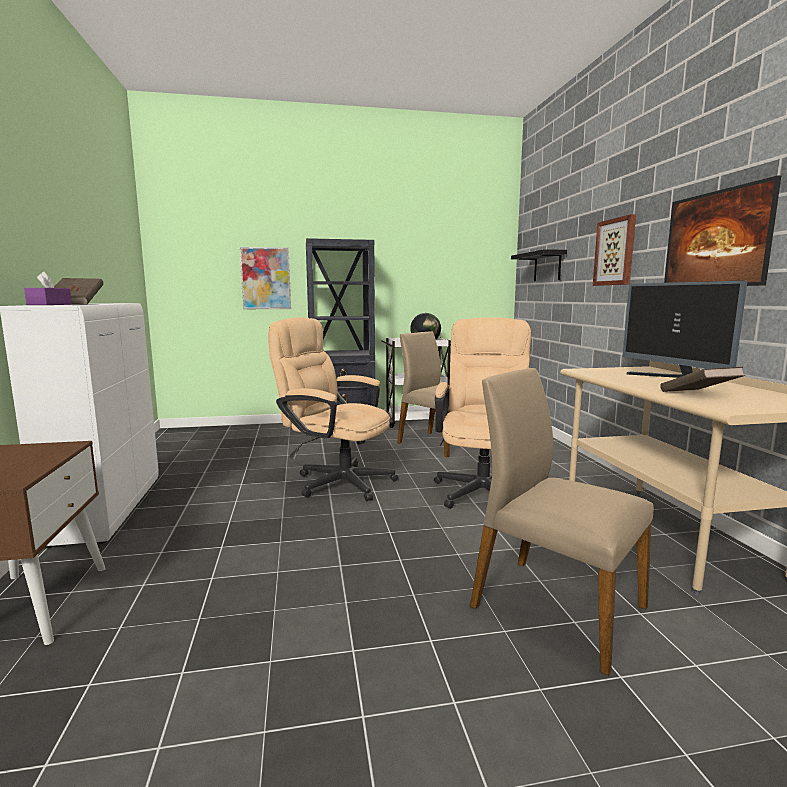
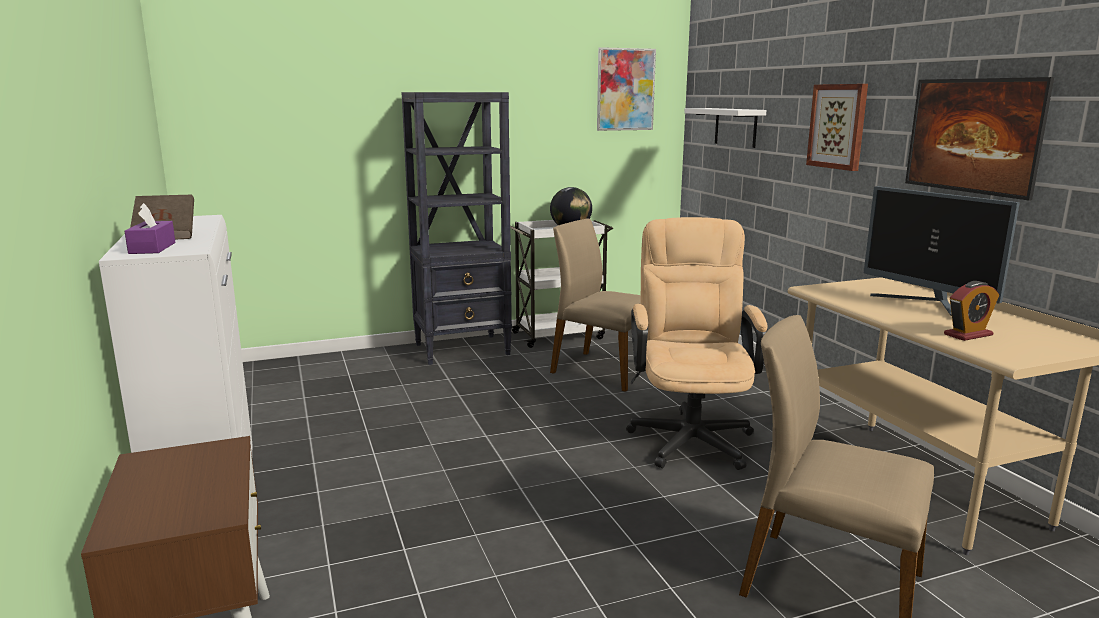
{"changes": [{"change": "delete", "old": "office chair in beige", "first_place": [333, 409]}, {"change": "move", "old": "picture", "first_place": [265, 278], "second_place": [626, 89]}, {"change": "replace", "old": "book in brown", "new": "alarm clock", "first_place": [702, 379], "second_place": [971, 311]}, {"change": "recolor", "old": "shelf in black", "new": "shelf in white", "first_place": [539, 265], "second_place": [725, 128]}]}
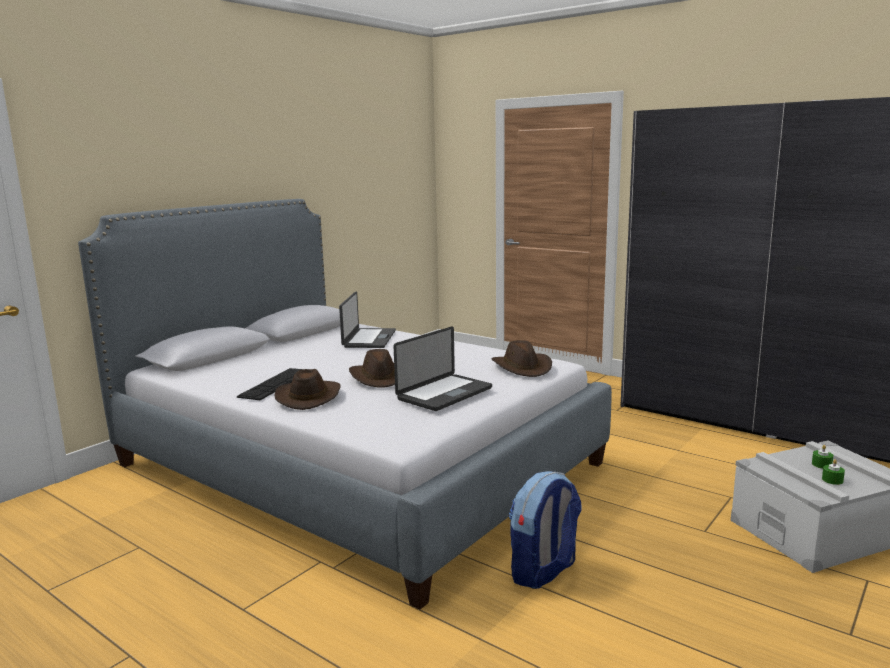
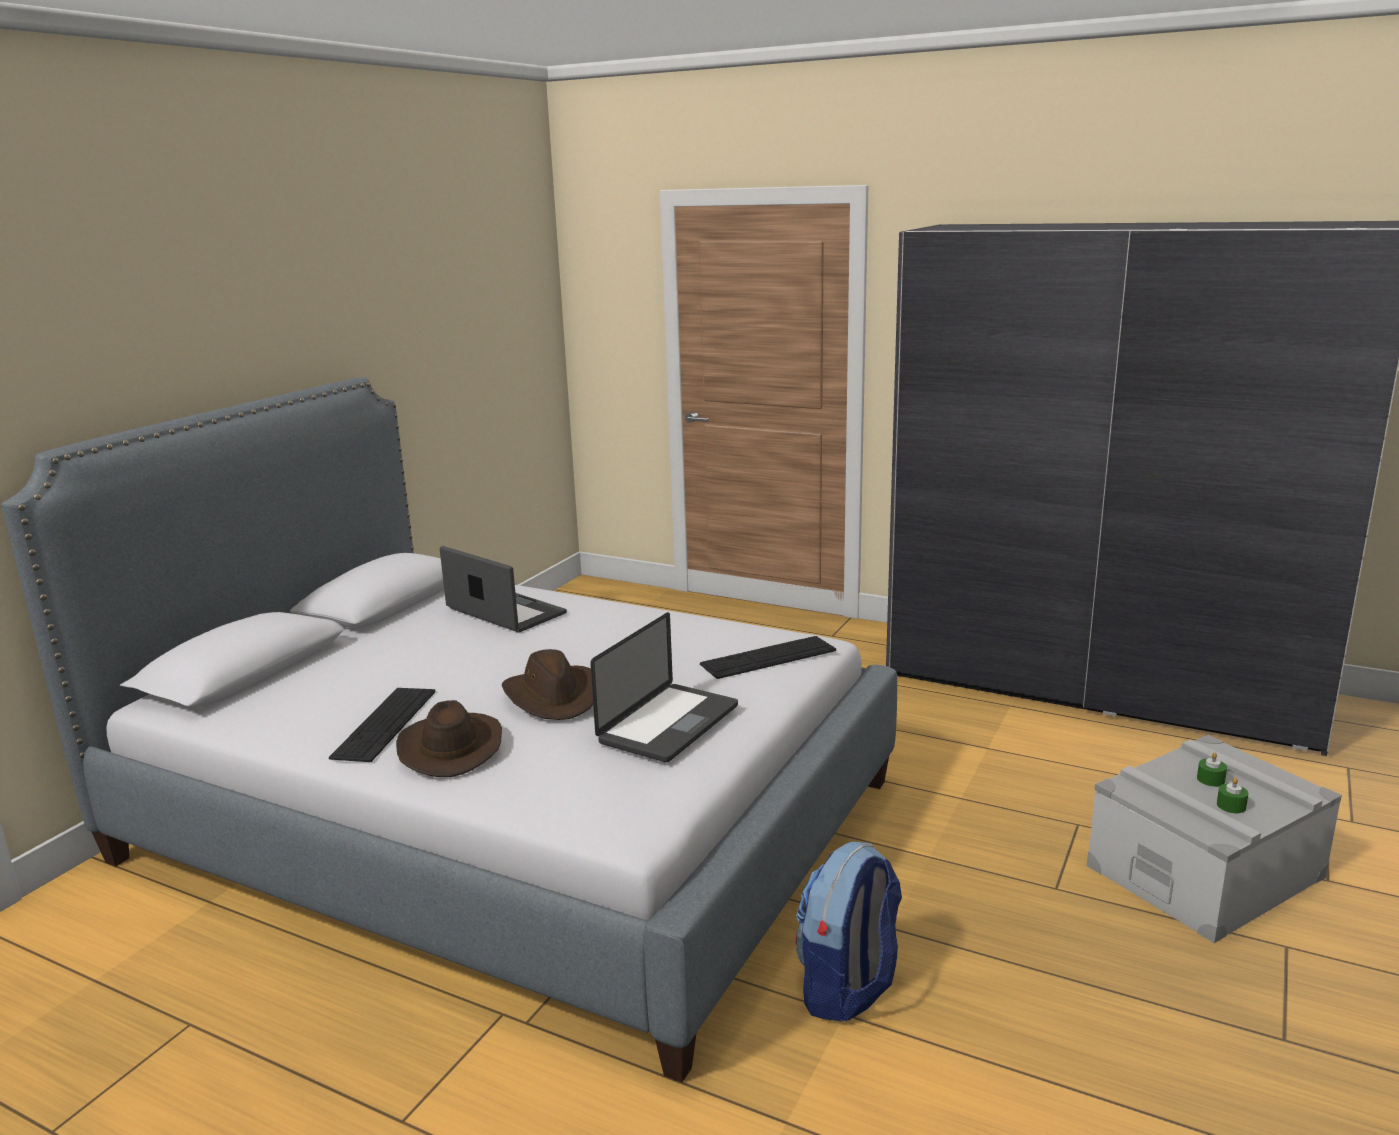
{"changes": [{"change": "replace", "old": "hat in brown", "new": "keyboard", "first_place": [522, 358], "second_place": [768, 657]}, {"change": "rotate", "old": "laptop", "first_place": [367, 320], "second_place": [503, 589], "degrees": -45}]}
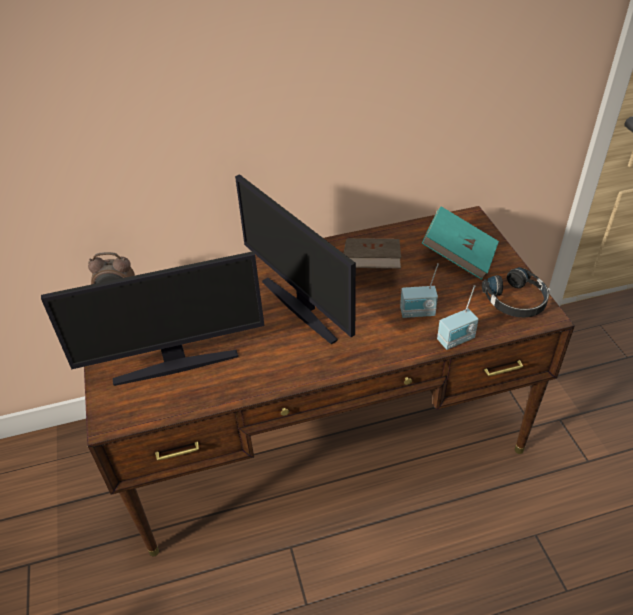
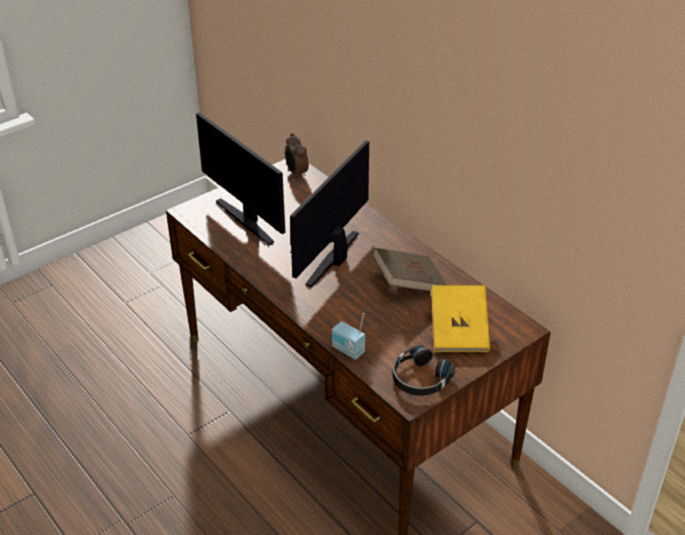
{"changes": [{"change": "delete", "old": "radio", "first_place": [419, 290]}, {"change": "recolor", "old": "book in turquoise", "new": "book in yellow", "first_place": [460, 243], "second_place": [460, 318]}]}
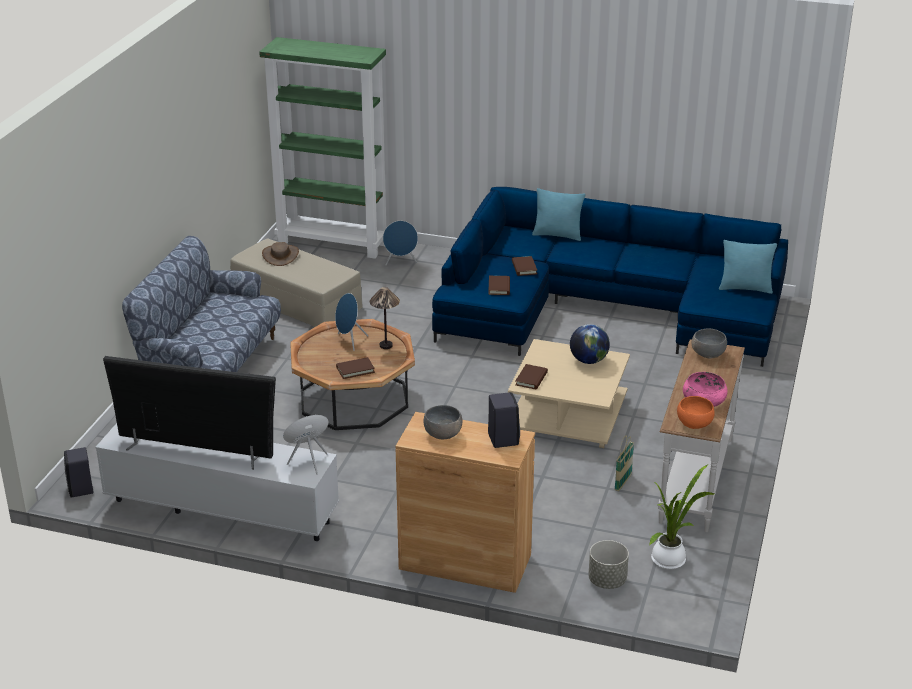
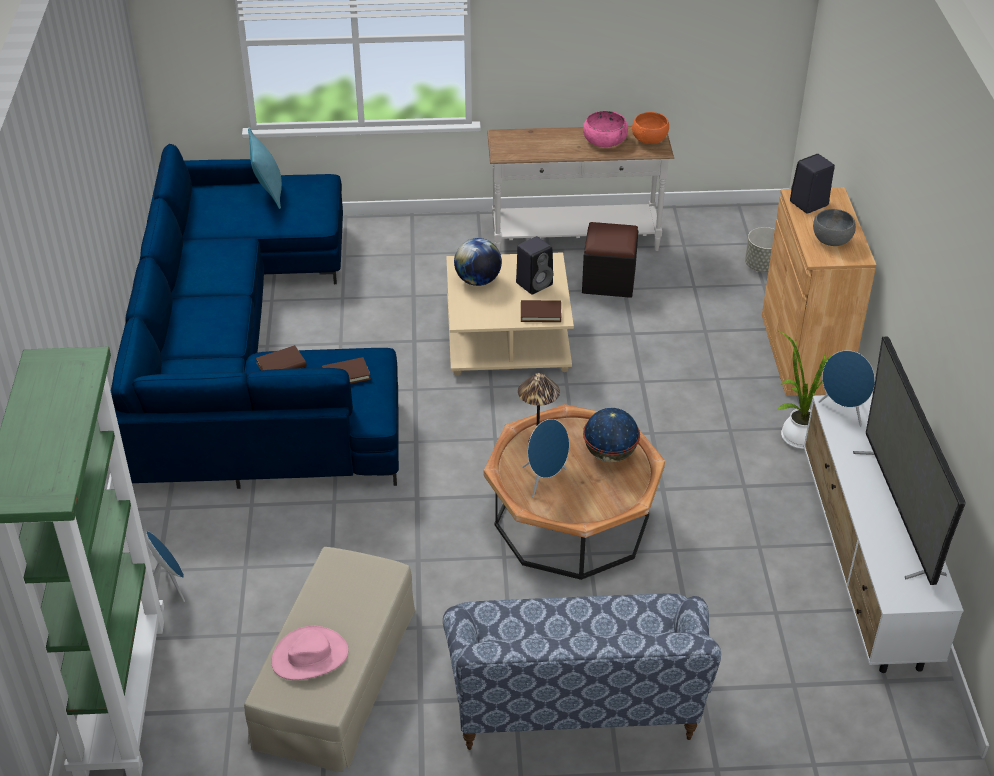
{"changes": [{"change": "delete", "old": "pillow in turquoise", "first_place": [559, 214]}, {"change": "delete", "old": "bowl in grey", "first_place": [709, 343]}, {"change": "move", "old": "speaker in black", "first_place": [78, 472], "second_place": [534, 265]}, {"change": "move", "old": "potted plant", "first_place": [681, 517], "second_place": [804, 390]}, {"change": "replace", "old": "book in brown", "new": "globe", "first_place": [355, 368], "second_place": [611, 435]}, {"change": "replace", "old": "basket", "new": "ottoman in black", "first_place": [624, 463], "second_place": [610, 260]}, {"change": "recolor", "old": "hat in brown", "new": "hat in pink", "first_place": [280, 254], "second_place": [309, 653]}]}
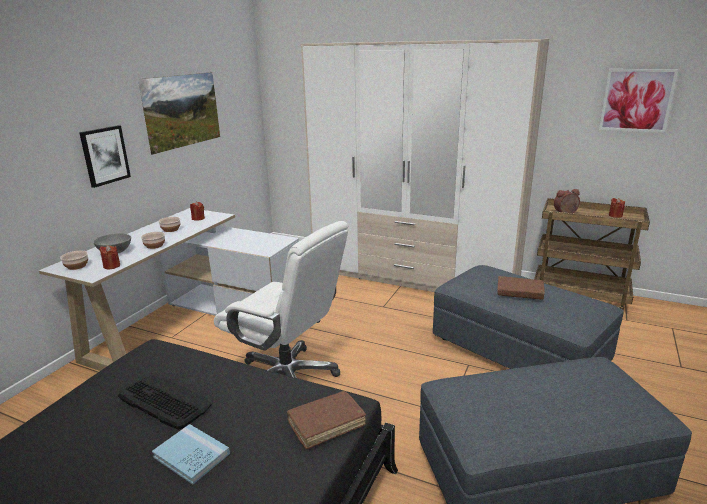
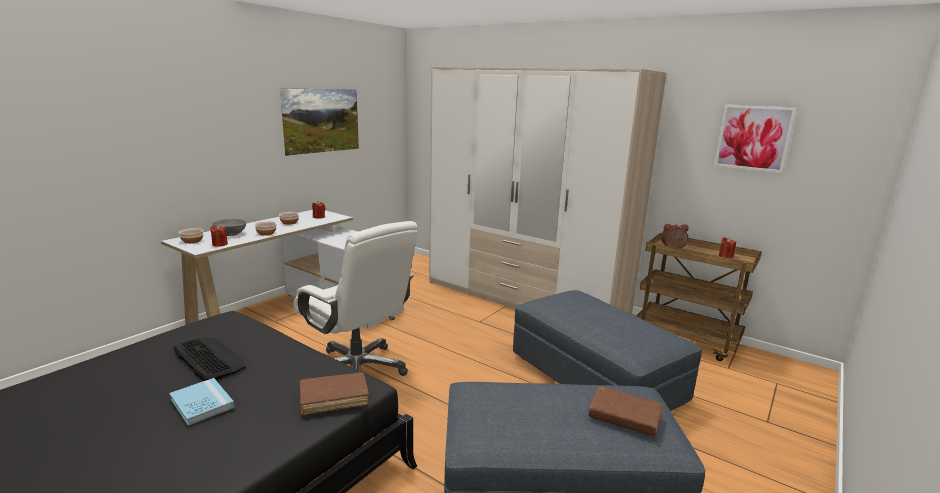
{"changes": [{"change": "delete", "old": "picture", "first_place": [105, 156]}, {"change": "move", "old": "book in brown", "first_place": [521, 288], "second_place": [626, 411]}]}
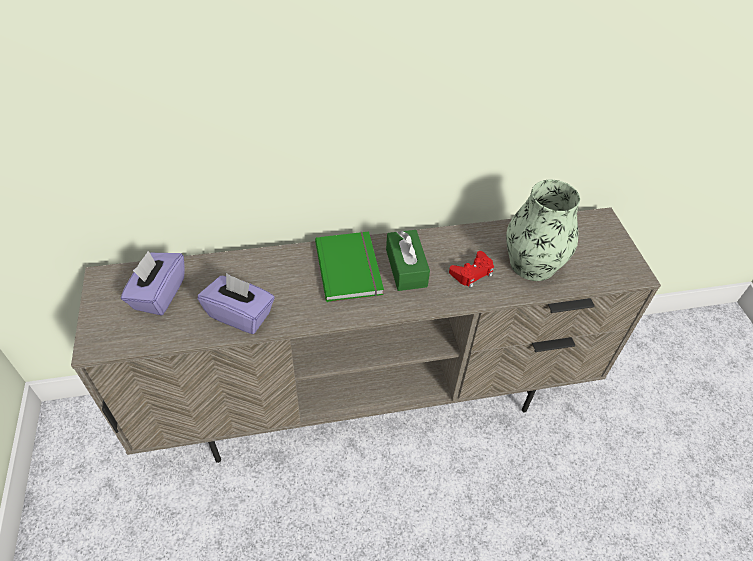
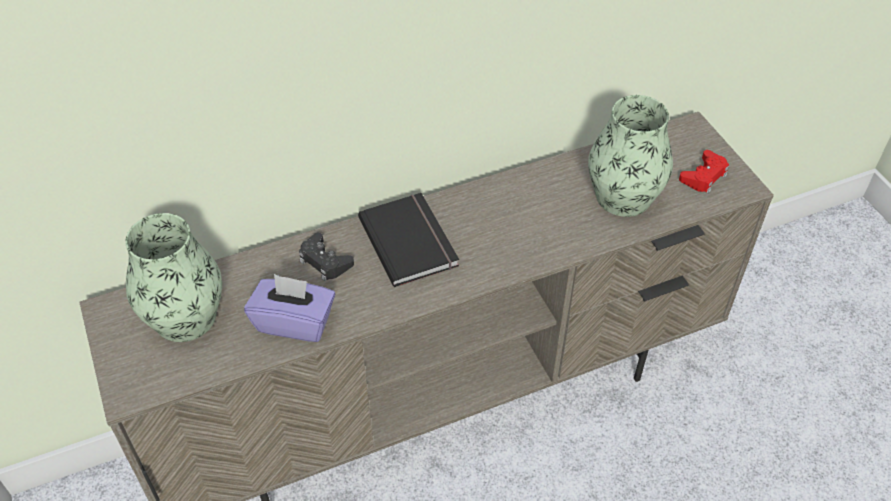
{"changes": [{"change": "delete", "old": "tissue box in green", "first_place": [408, 260]}, {"change": "insert", "new": "game controller in black", "second_place": [326, 256]}, {"change": "move", "old": "game controller in red", "first_place": [471, 269], "second_place": [704, 171]}, {"change": "replace", "old": "tissue box in purple", "new": "vase", "first_place": [153, 283], "second_place": [173, 277]}, {"change": "recolor", "old": "book in green", "new": "book in black", "first_place": [349, 267], "second_place": [408, 240]}]}
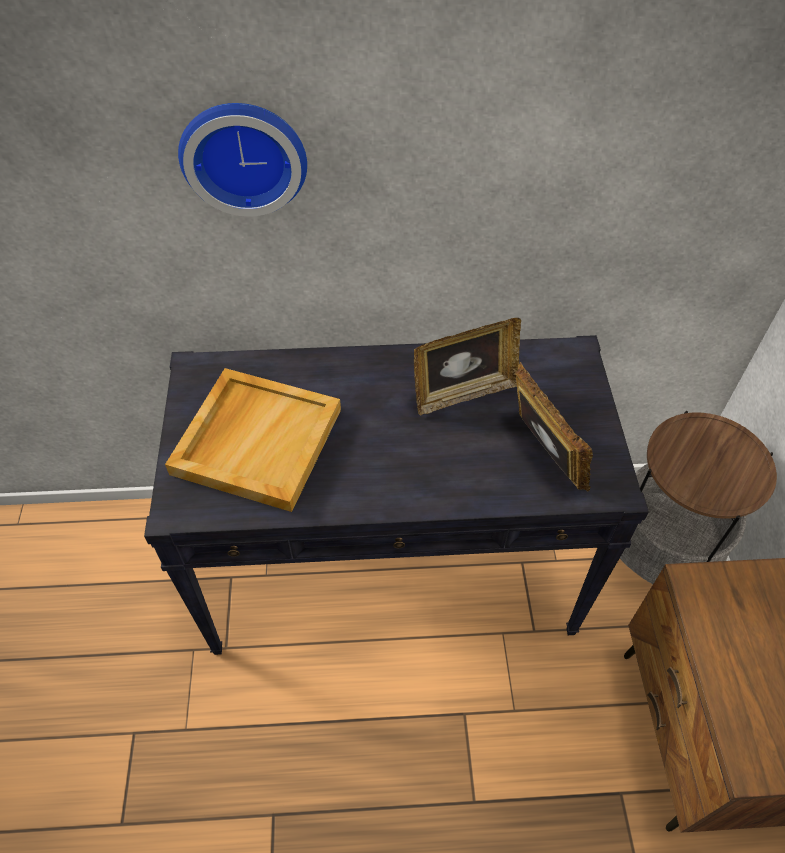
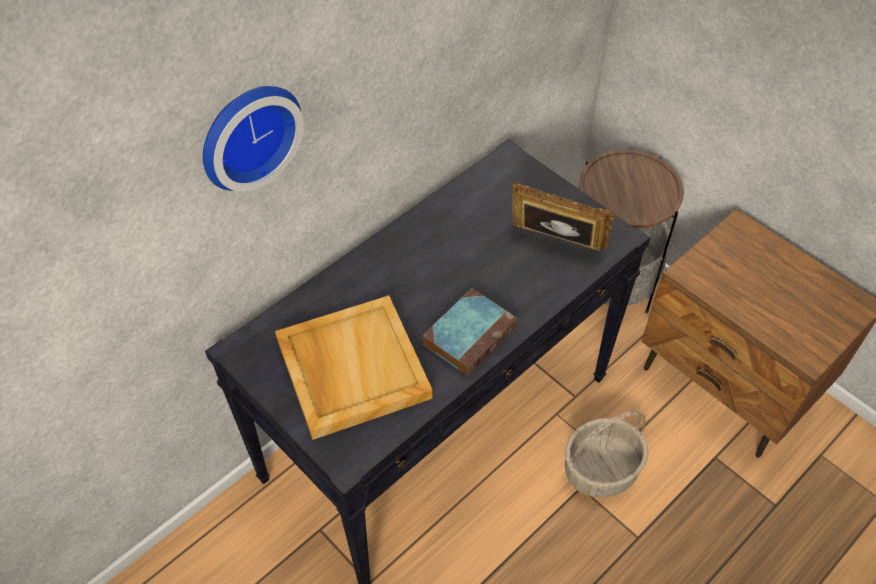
{"changes": [{"change": "delete", "old": "picture frame", "first_place": [467, 367]}, {"change": "insert", "new": "book", "second_place": [470, 332]}, {"change": "insert", "new": "basket", "second_place": [606, 454]}]}
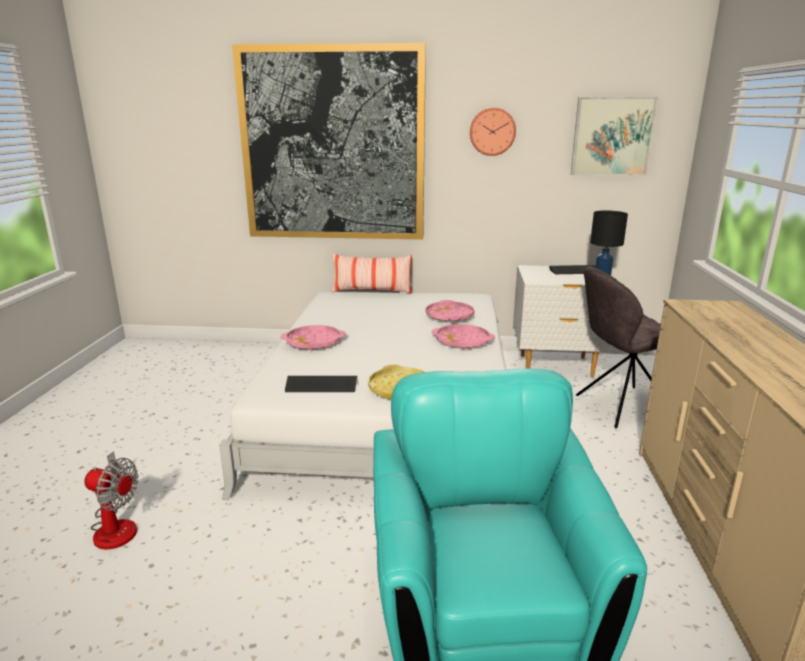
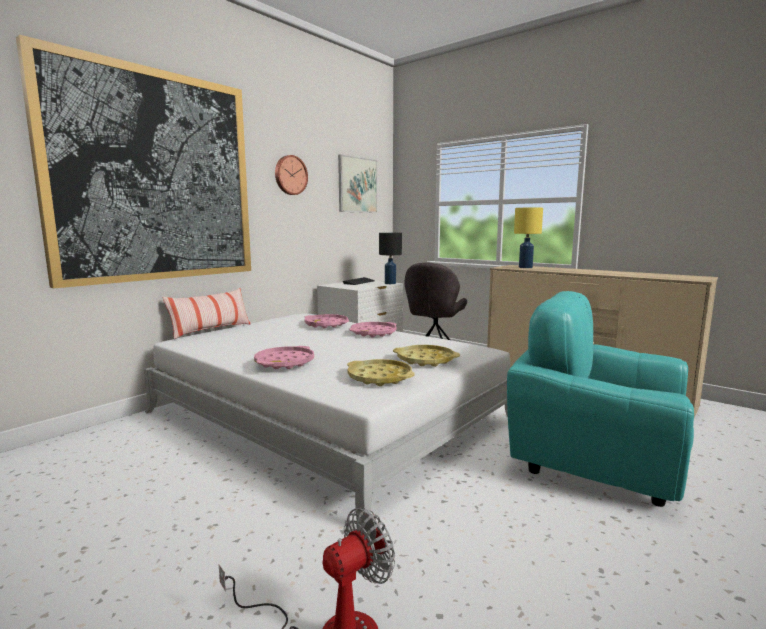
{"changes": [{"change": "insert", "new": "table lamp in yellow", "second_place": [528, 237]}, {"change": "replace", "old": "keyboard", "new": "tray in yellow", "first_place": [321, 384], "second_place": [380, 372]}]}
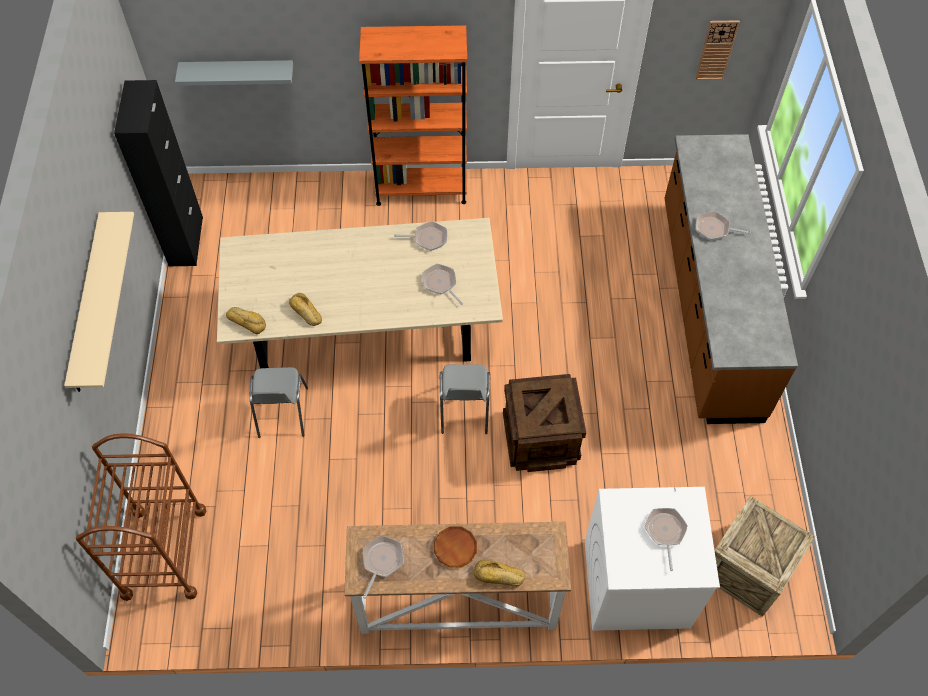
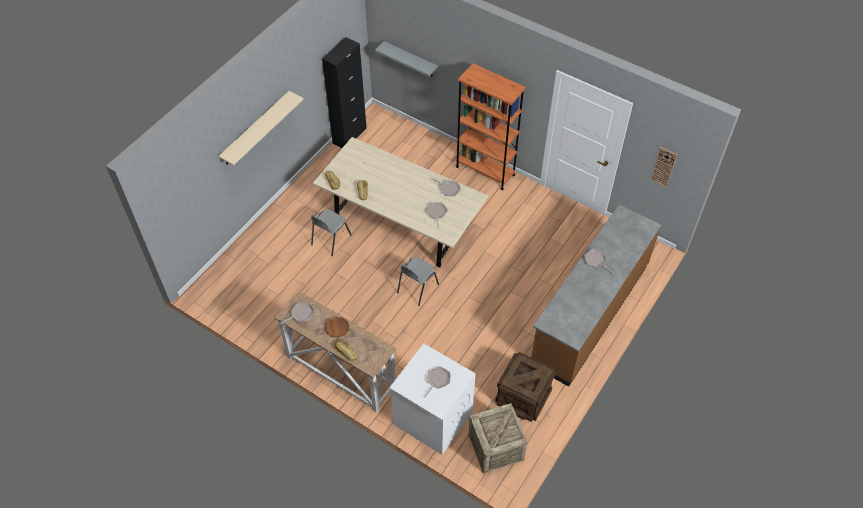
{"changes": [{"change": "delete", "old": "cart in brown", "first_place": [141, 517]}, {"change": "move", "old": "crate", "first_place": [544, 423], "second_place": [525, 387]}]}
